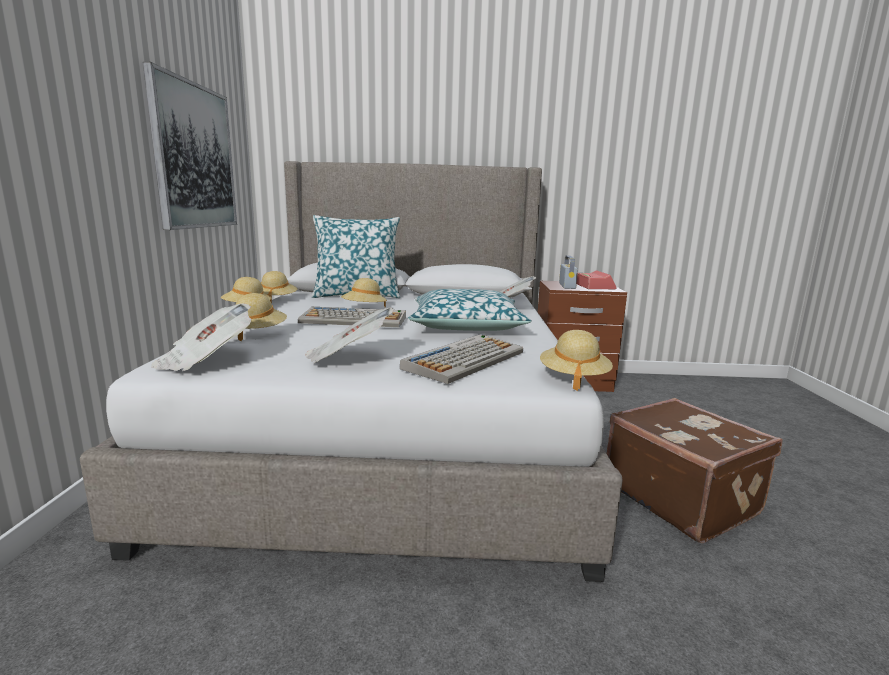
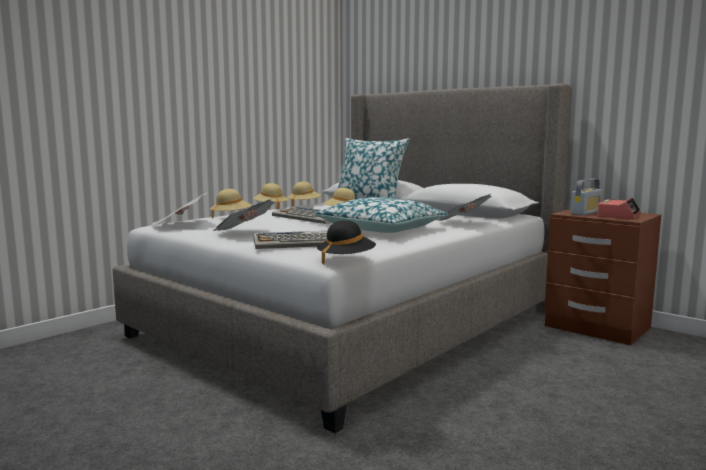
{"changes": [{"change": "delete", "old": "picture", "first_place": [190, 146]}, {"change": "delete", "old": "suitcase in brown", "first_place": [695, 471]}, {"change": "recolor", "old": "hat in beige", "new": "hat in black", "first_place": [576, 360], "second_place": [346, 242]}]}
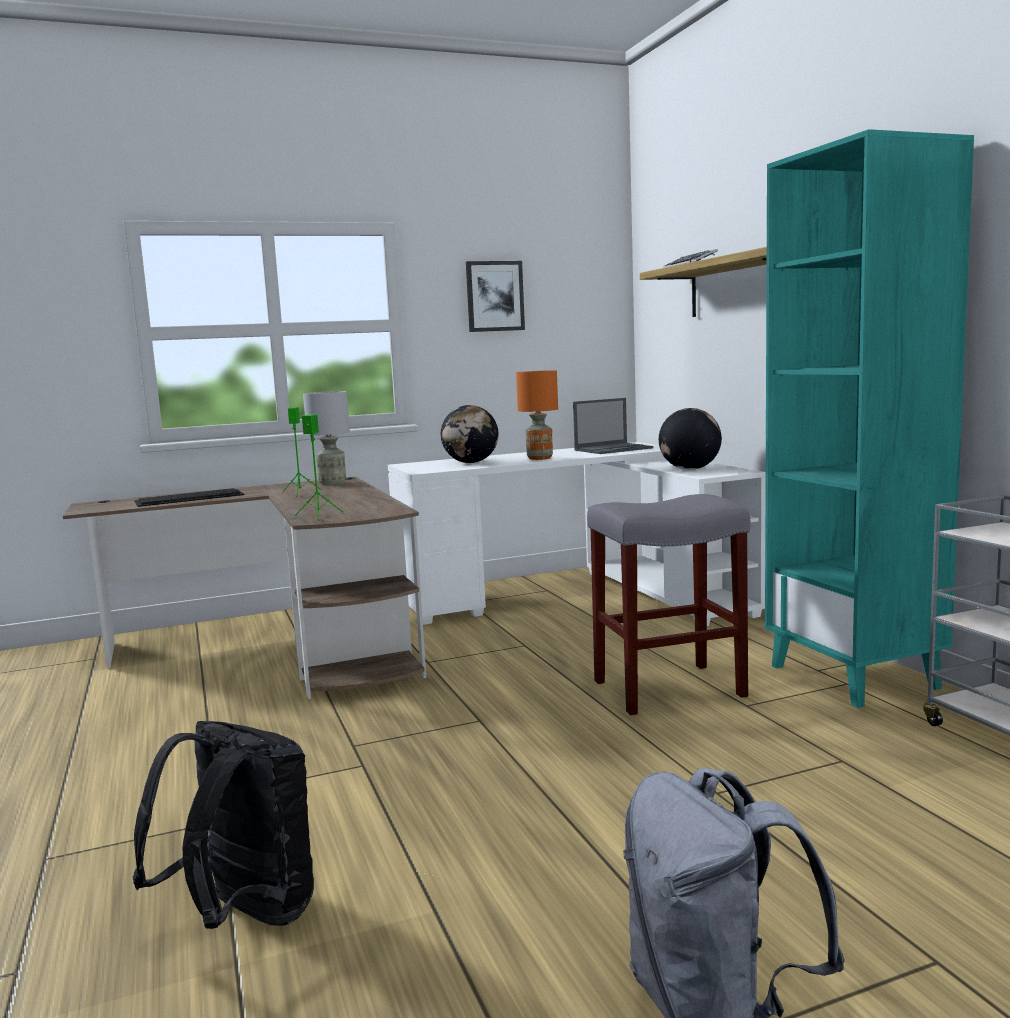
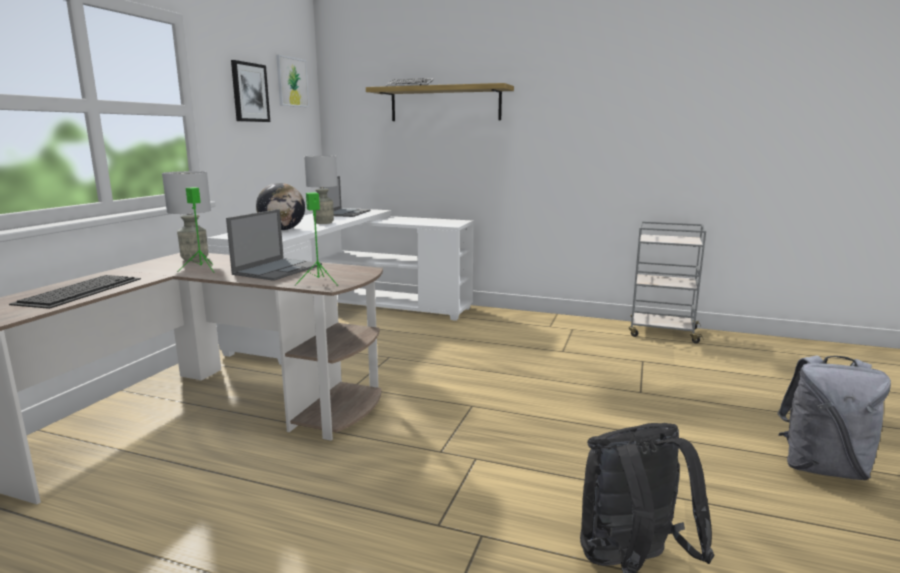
{"changes": [{"change": "delete", "old": "stool in grey", "first_place": [668, 604]}, {"change": "delete", "old": "globe", "first_place": [690, 439]}, {"change": "delete", "old": "bookcase in turquoise", "first_place": [869, 418]}, {"change": "insert", "new": "laptop", "second_place": [274, 245]}, {"change": "insert", "new": "picture", "second_place": [292, 81]}, {"change": "recolor", "old": "table lamp in orange", "new": "table lamp in grey", "first_place": [537, 415], "second_place": [321, 189]}]}
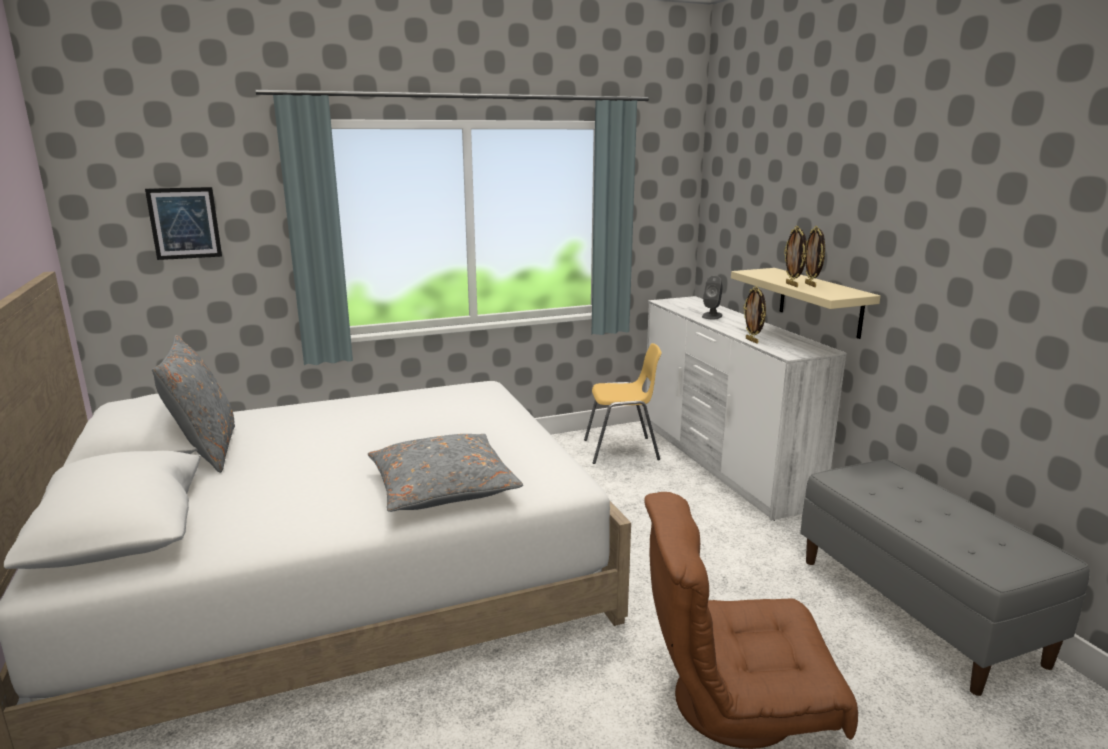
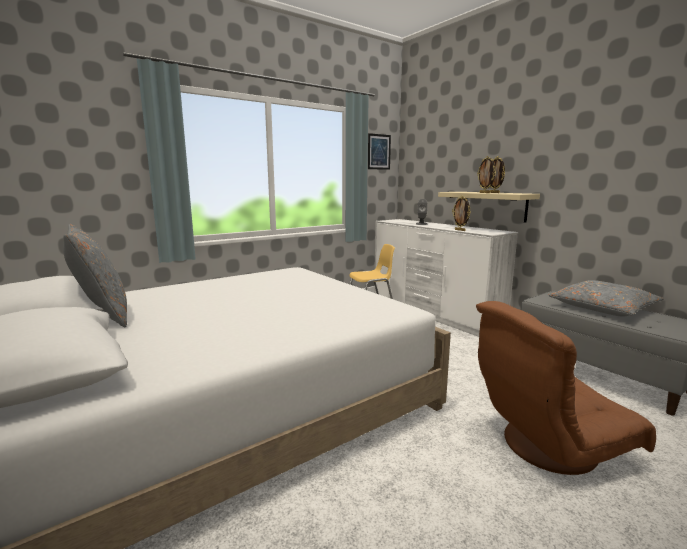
{"changes": [{"change": "move", "old": "picture", "first_place": [183, 223], "second_place": [379, 151]}, {"change": "move", "old": "pillow in grey", "first_place": [445, 473], "second_place": [606, 298]}]}
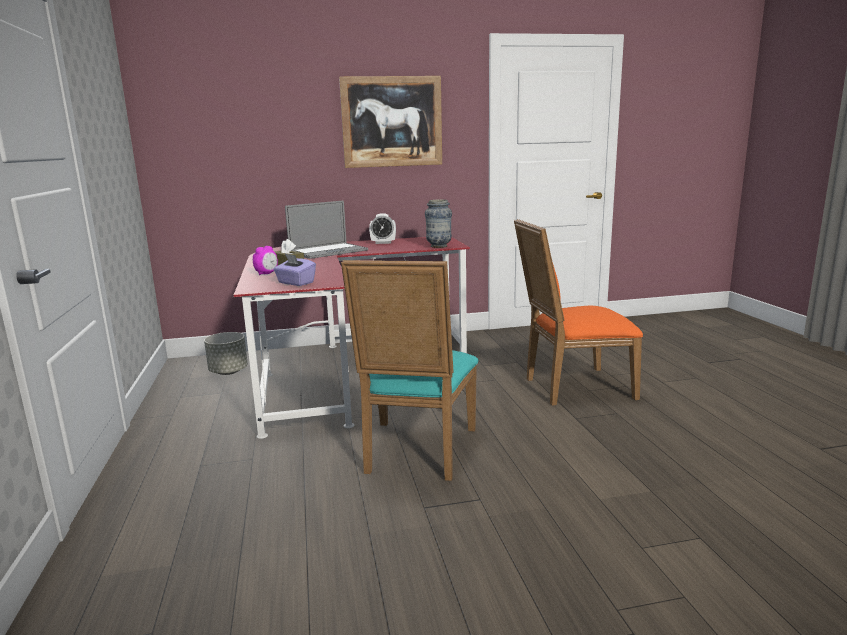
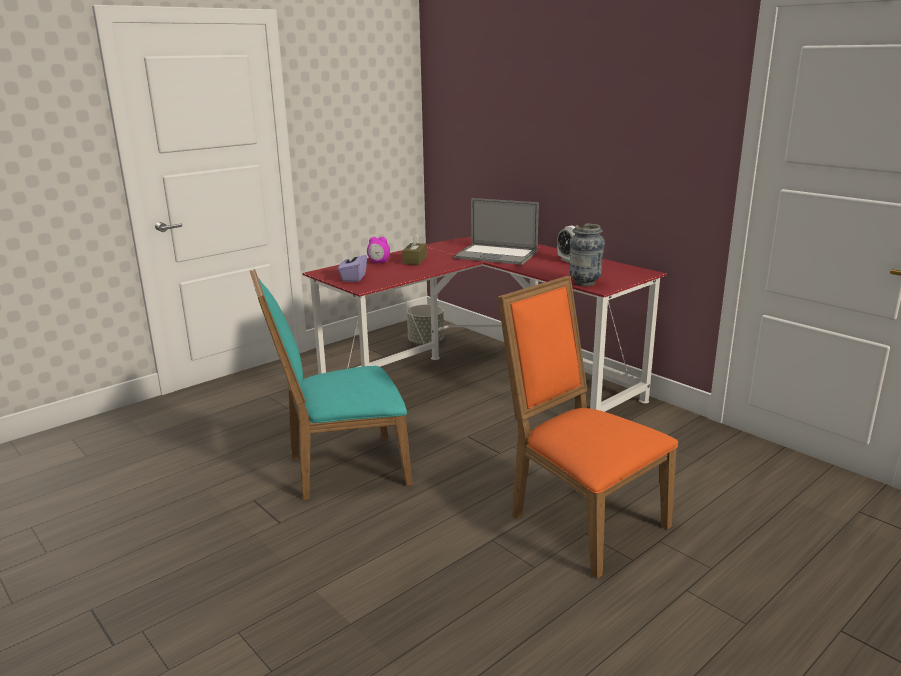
{"changes": [{"change": "delete", "old": "picture", "first_place": [390, 122]}]}
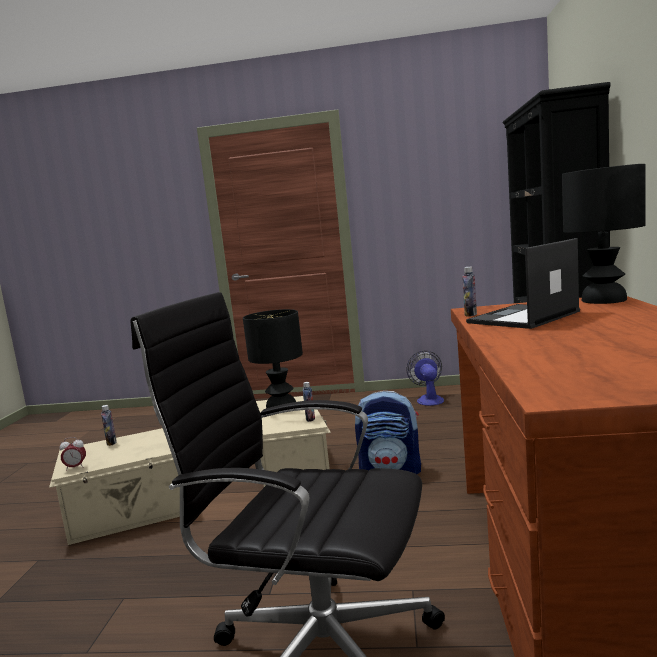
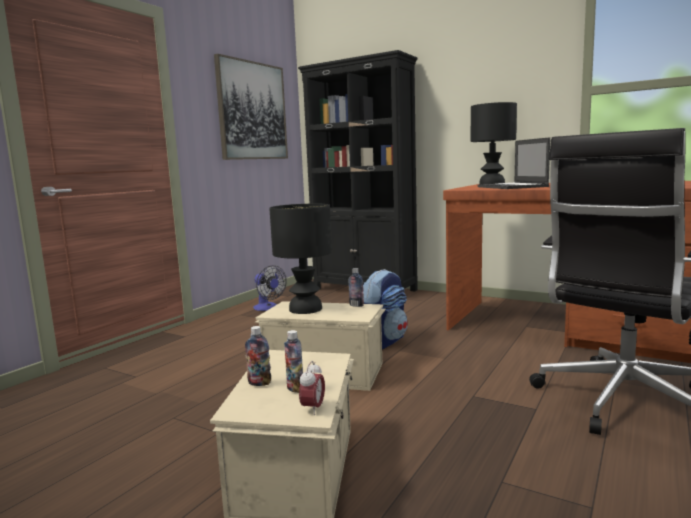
{"changes": [{"change": "insert", "new": "picture", "second_place": [251, 107]}, {"change": "move", "old": "bottle", "first_place": [469, 291], "second_place": [293, 361]}, {"change": "rotate", "old": "fan", "first_place": [425, 378], "second_place": [270, 288], "degrees": -150}]}
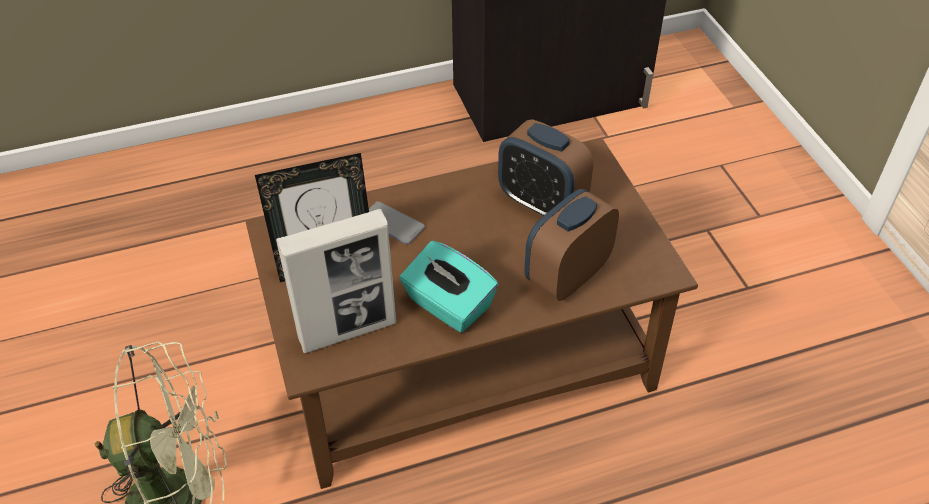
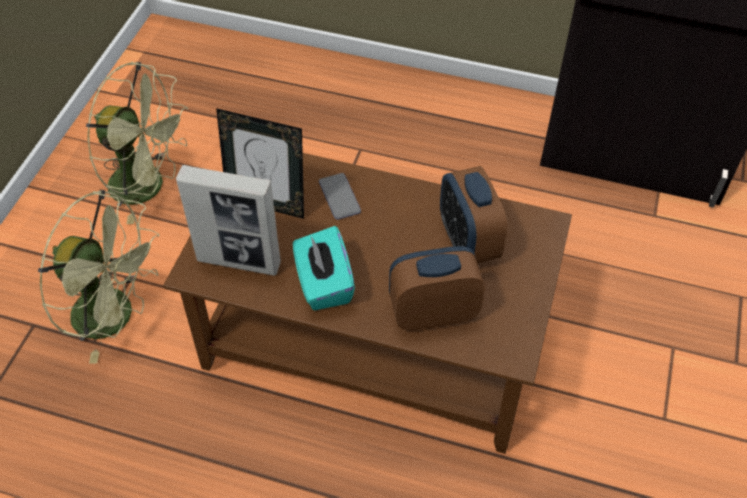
{"changes": [{"change": "insert", "new": "fan in green", "second_place": [137, 143]}]}
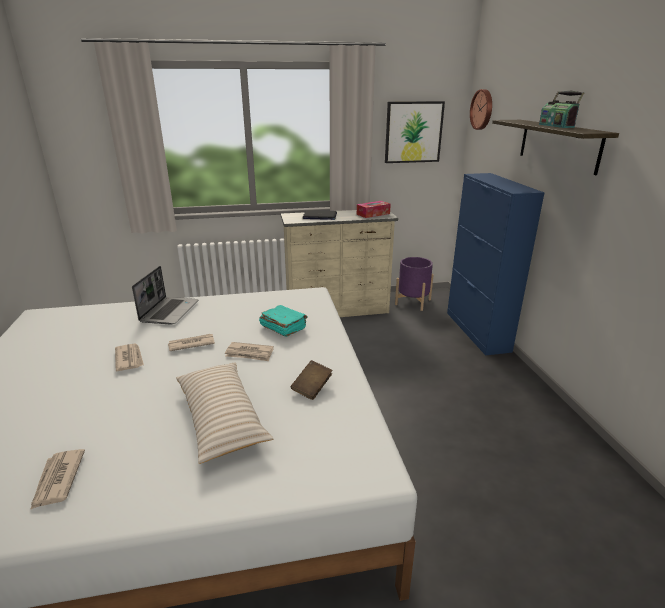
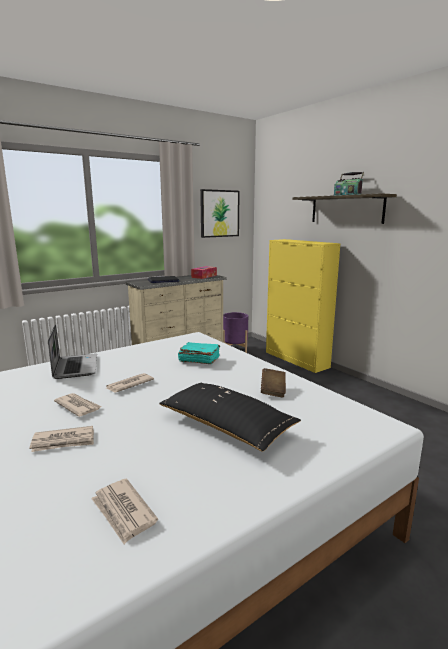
{"changes": [{"change": "delete", "old": "wall clock", "first_place": [481, 109]}, {"change": "move", "old": "newspaper", "first_place": [249, 351], "second_place": [62, 439]}, {"change": "recolor", "old": "pillow in beige", "new": "pillow in black", "first_place": [224, 413], "second_place": [230, 417]}, {"change": "recolor", "old": "cabinet in blue", "new": "cabinet in yellow", "first_place": [496, 264], "second_place": [303, 306]}]}
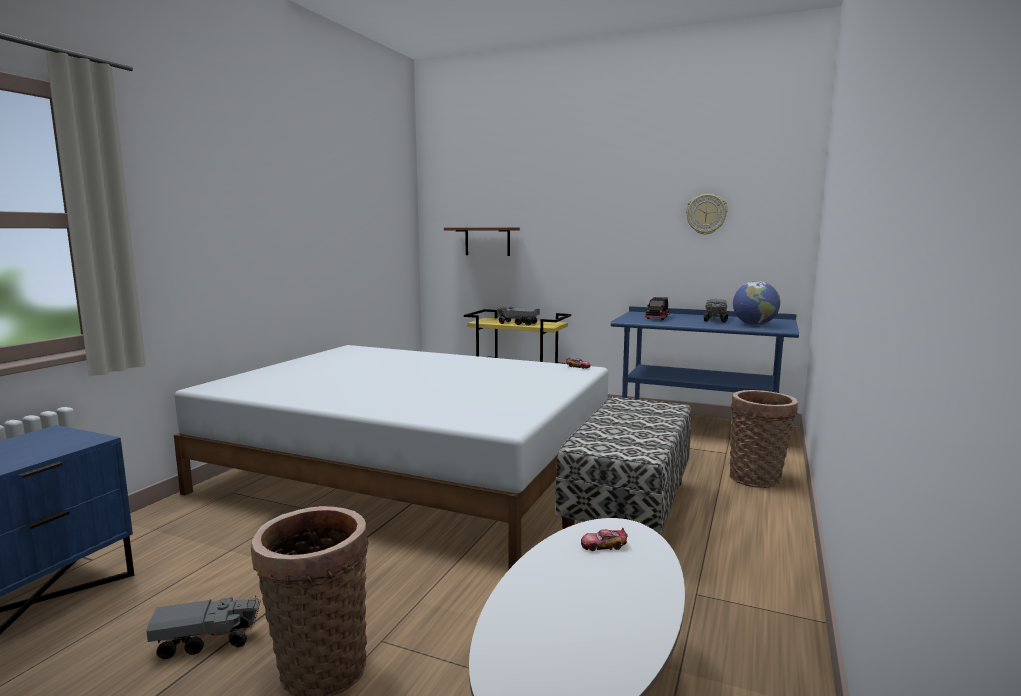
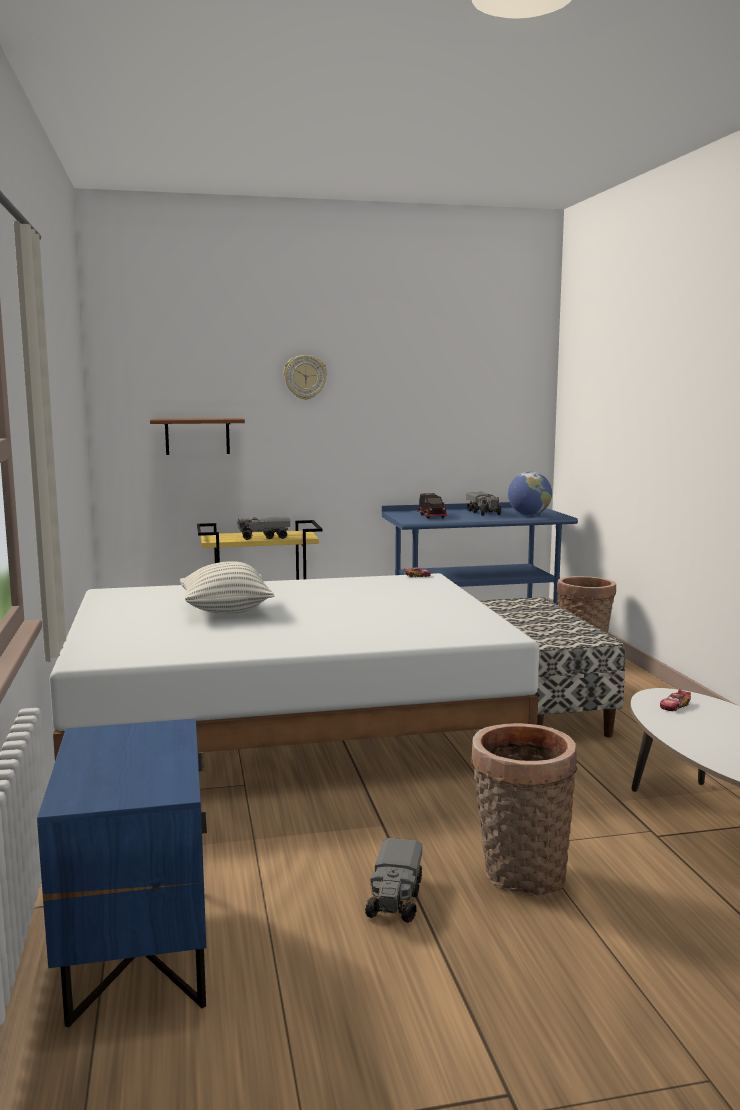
{"changes": [{"change": "insert", "new": "pillow", "second_place": [227, 587]}, {"change": "move", "old": "wall clock", "first_place": [707, 214], "second_place": [305, 377]}, {"change": "rotate", "old": "toy truck", "first_place": [203, 627], "second_place": [393, 880], "degrees": 150}]}
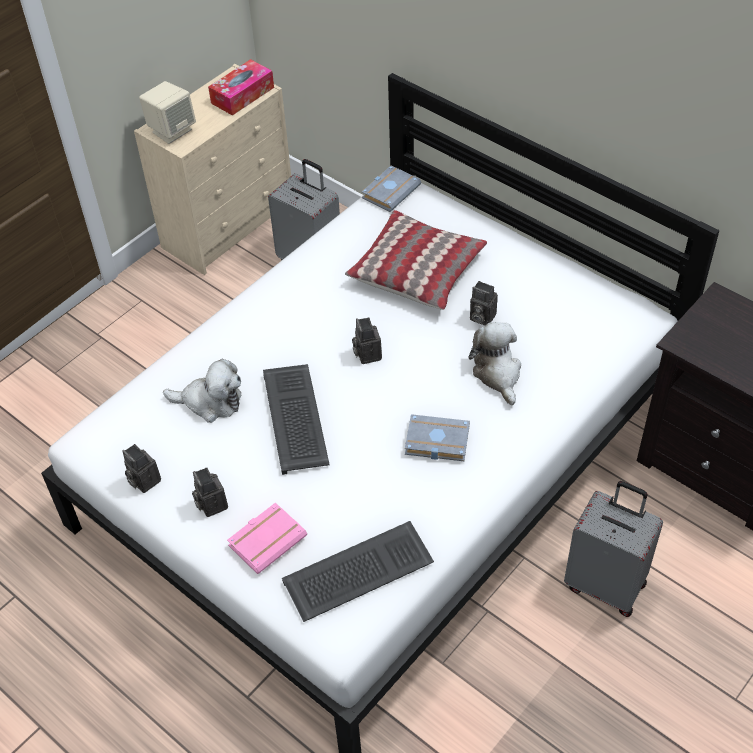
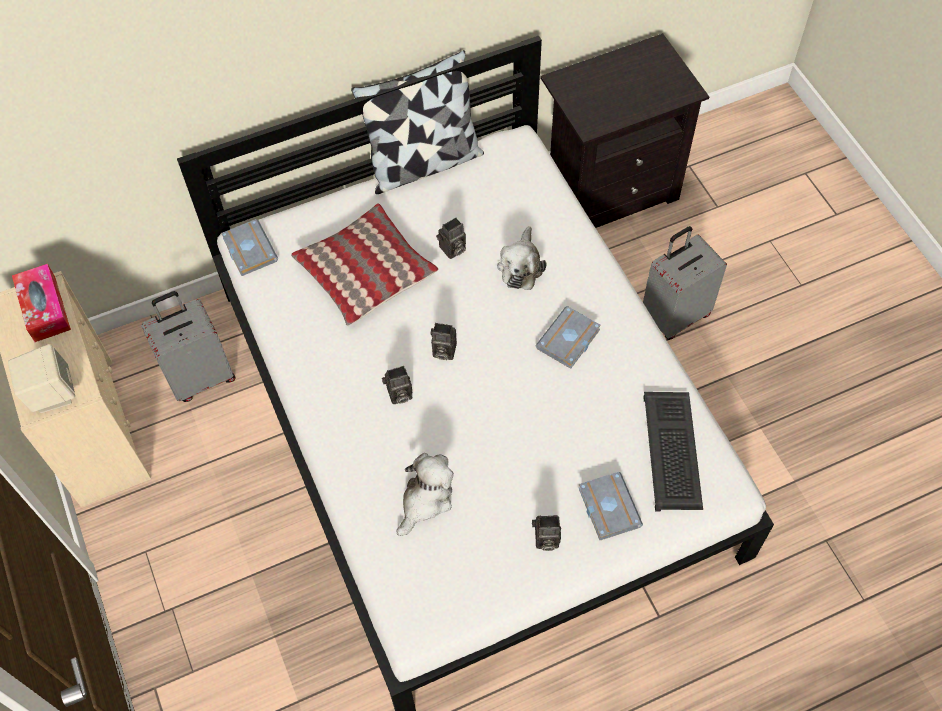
{"changes": [{"change": "delete", "old": "keyboard", "first_place": [296, 419]}, {"change": "insert", "new": "pillow", "second_place": [417, 122]}, {"change": "move", "old": "photo camera", "first_place": [141, 468], "second_place": [397, 385]}, {"change": "recolor", "old": "book in pink", "new": "book in grey", "first_place": [267, 538], "second_place": [611, 506]}, {"change": "rotate", "old": "plush toy", "first_place": [494, 363], "second_place": [521, 258], "degrees": -90}]}
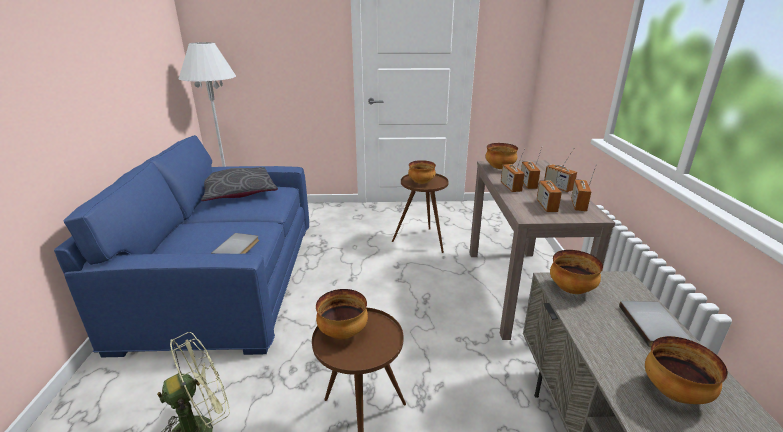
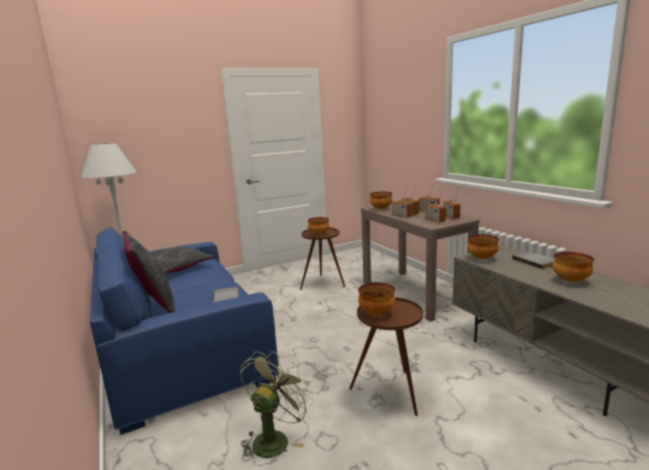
{"changes": [{"change": "insert", "new": "pillow in grey", "second_place": [149, 271]}]}
